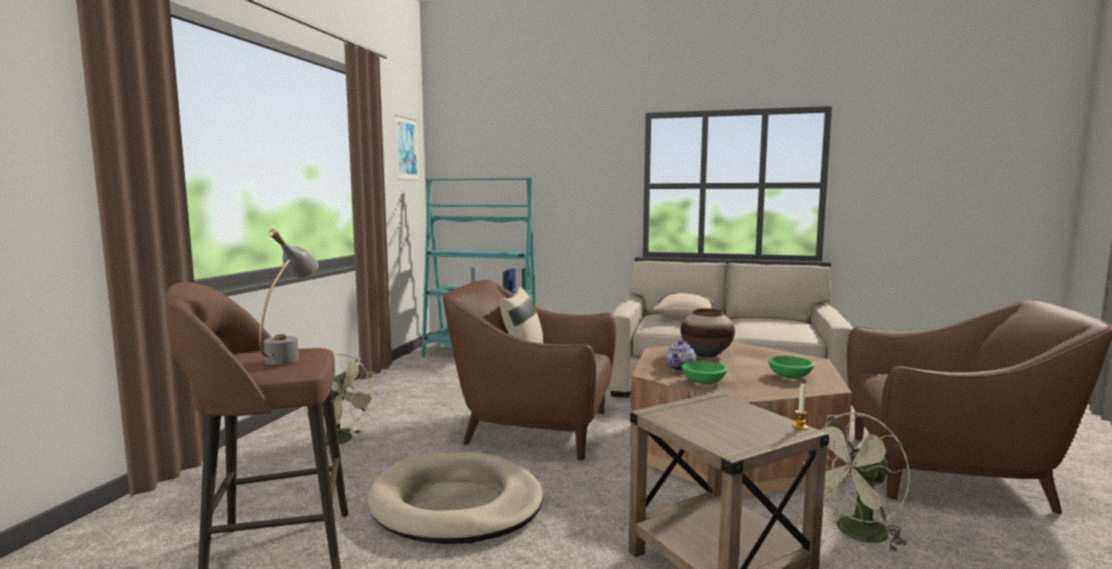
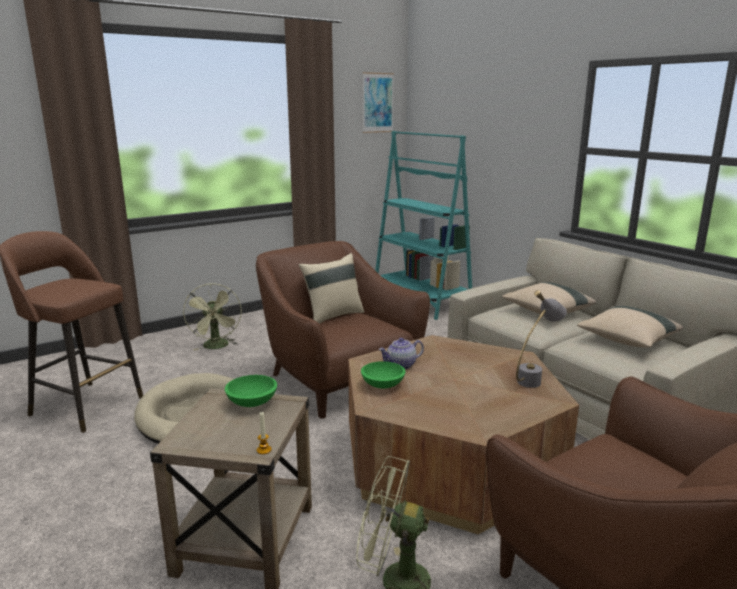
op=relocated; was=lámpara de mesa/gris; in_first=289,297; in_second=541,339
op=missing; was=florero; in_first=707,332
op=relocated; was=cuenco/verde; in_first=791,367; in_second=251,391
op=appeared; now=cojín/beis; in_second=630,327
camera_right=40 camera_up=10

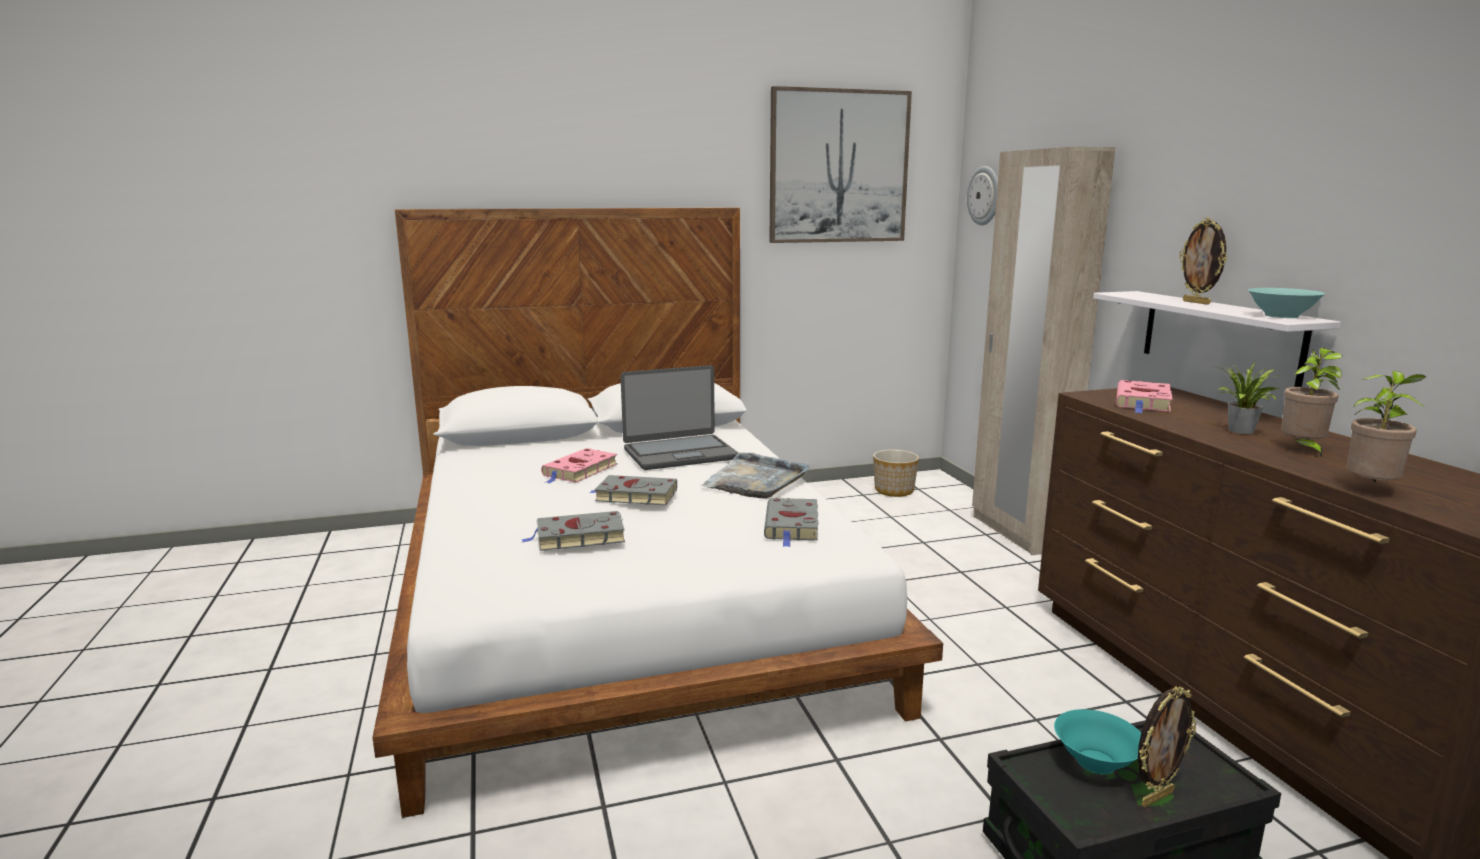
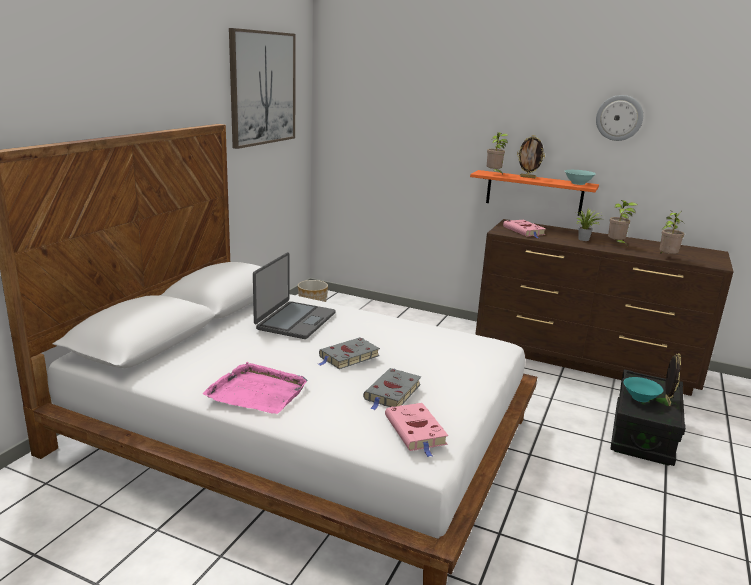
op=missing; was=armario ropero/beis; in_first=1044,350
op=relocated; was=reloj de pared; in_first=982,195; in_second=619,118
op=colour; was=estante/blanco; now=estante/naranja; in_first=1216,339; in_second=534,193
op=relocated; was=libro/rosa; in_first=579,465; in_second=416,430
op=missing; was=bandeja/gris; in_first=755,476
op=missing; was=libro/gris; in_first=791,522
op=appeared; now=planta en maceta; in_second=497,153
op=appeared; now=bandeja/rosa; in_second=255,388
camera_right=-50 camera_up=5

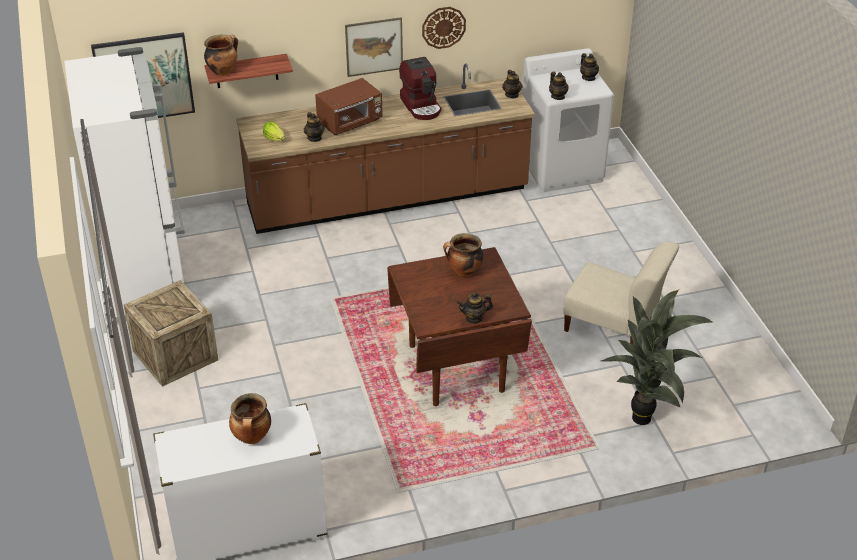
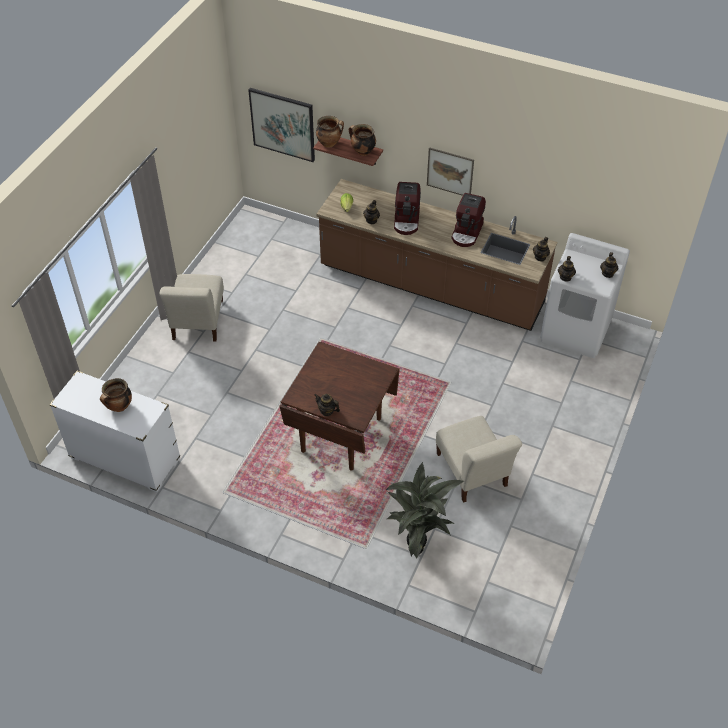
op=missing; was=reloj de pared; in_first=444,28
op=missing; was=nevera/blanco; in_first=124,185
op=exchanged; was=microondas/marrón; now=cafetera; in_first=349,106; in_second=407,208
op=relocated; was=olla; in_first=463,255; in_second=362,140
op=exchanged; was=caja de embalaje; now=silla/beis; in_first=171,333; in_second=191,308
camera_right=40 camera_up=10

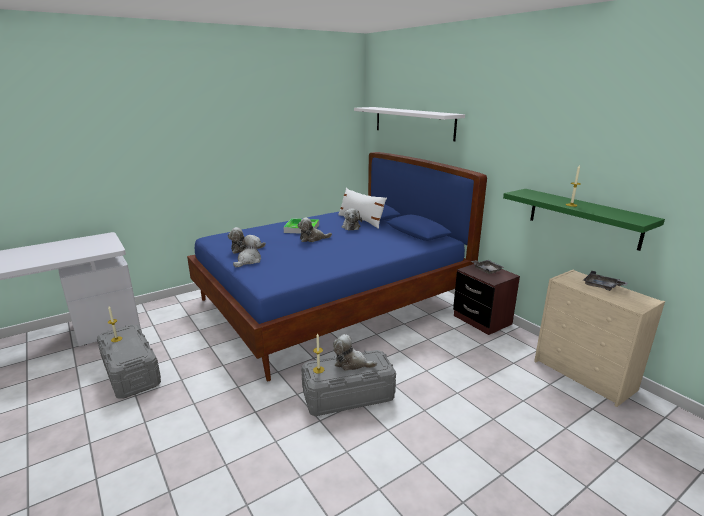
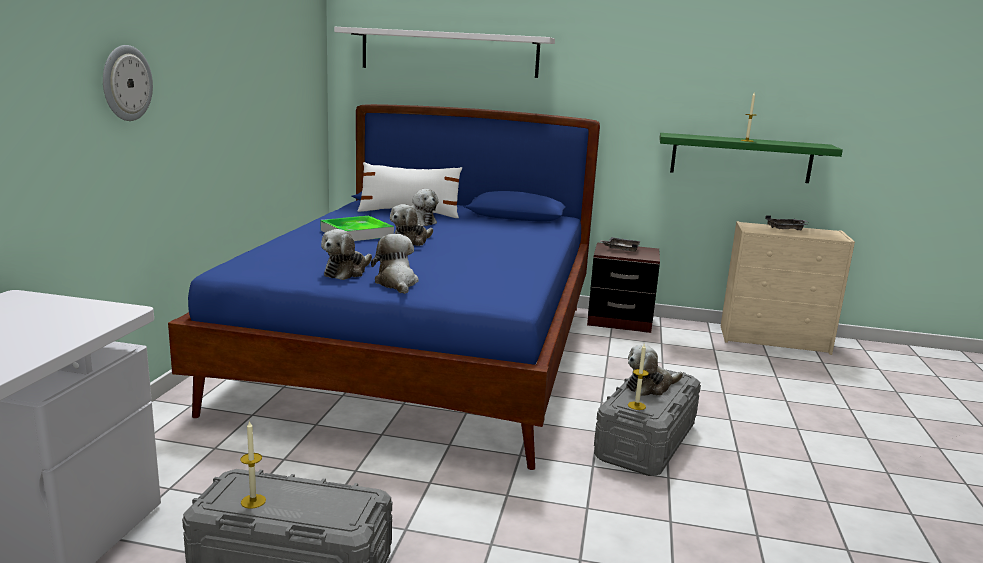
op=appeared; now=reloj de pared; in_second=128,83
camera_right=-45 camera_up=-5

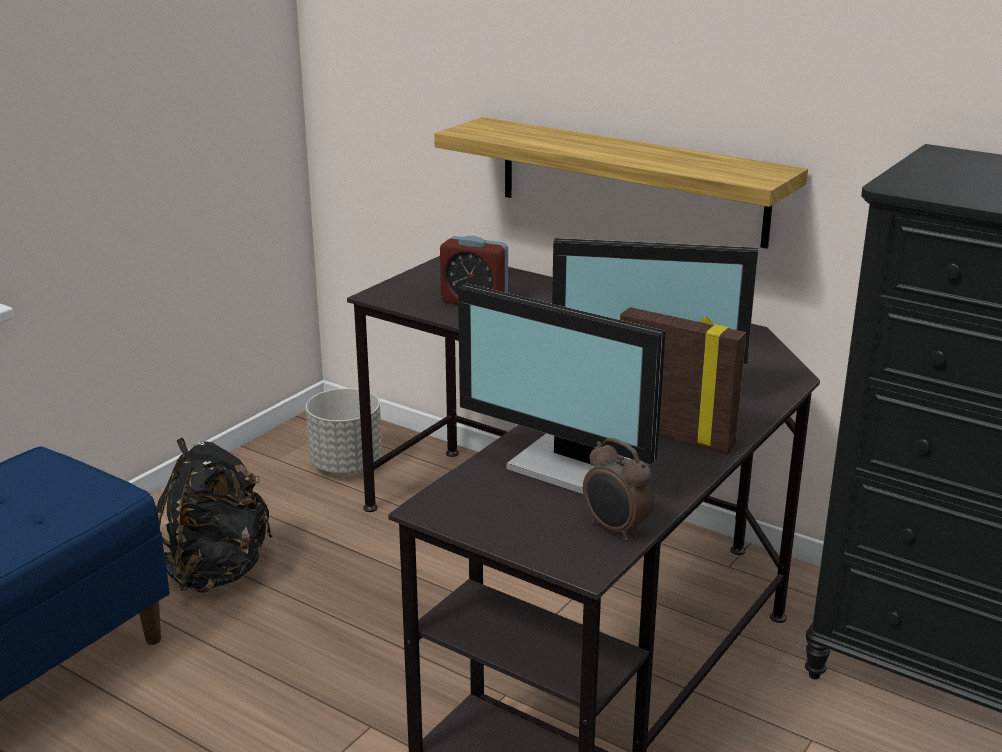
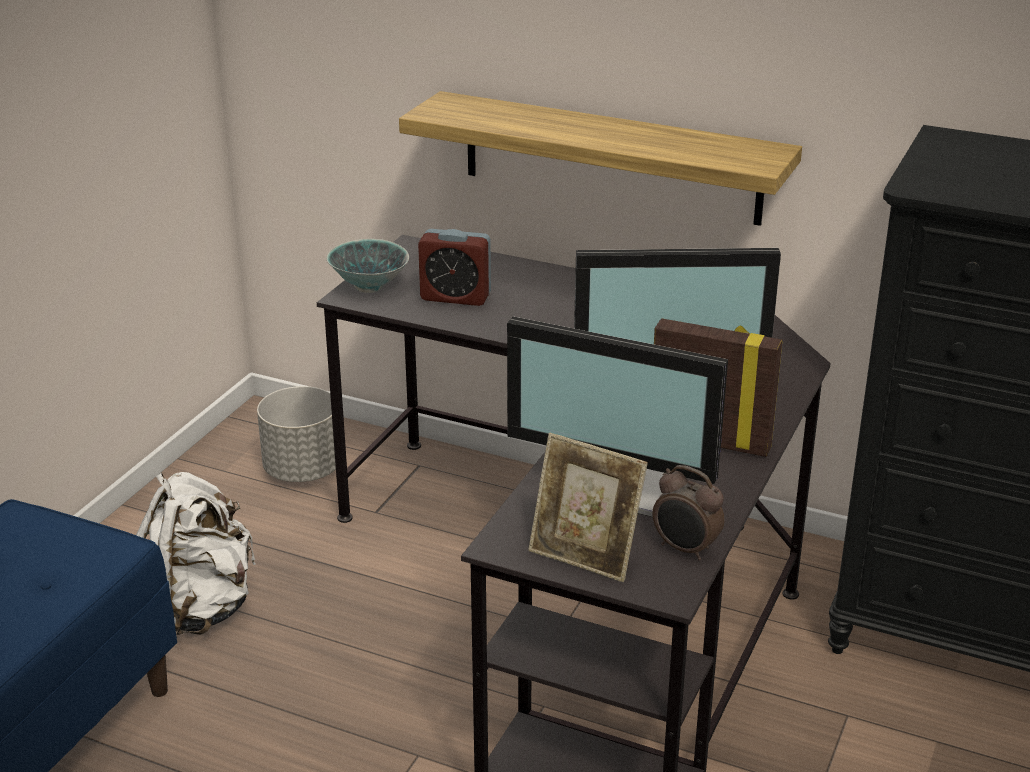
op=colour; was=mochila/negro; now=mochila/blanco; in_first=214,515; in_second=196,553
op=appeared; now=cuenco; in_second=368,266
op=appeared; now=portarretratos; in_second=588,507
camera_right=-10 camera_up=5

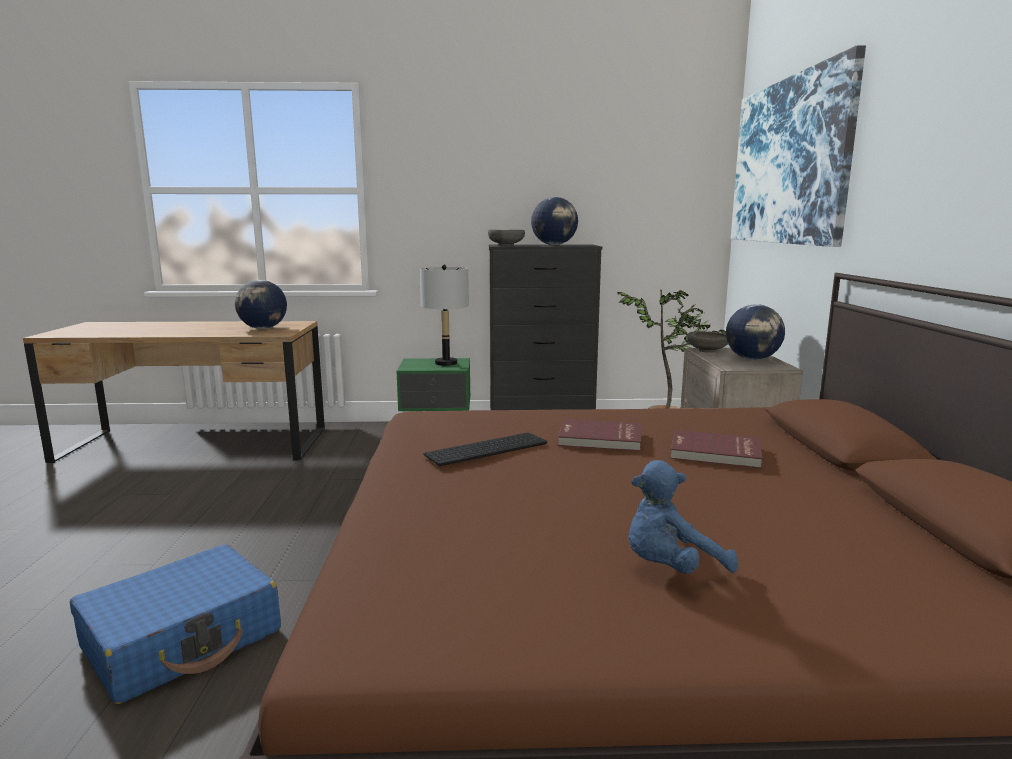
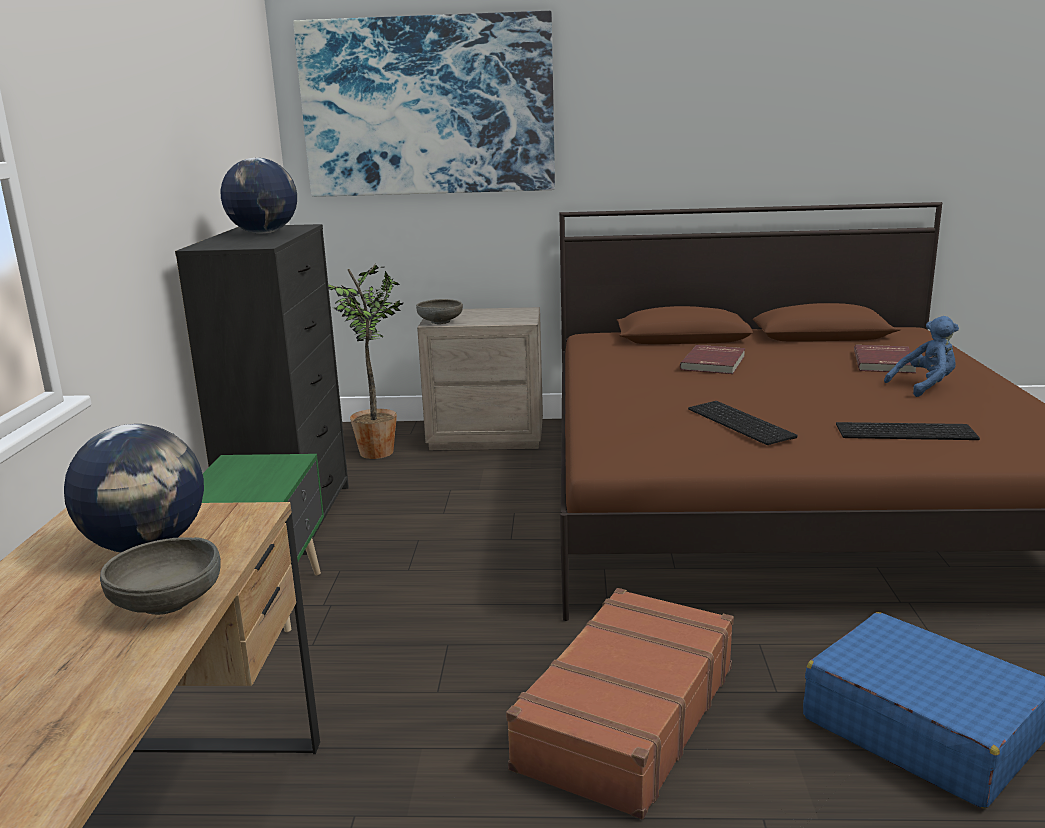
op=relocated; was=cuenco/gris; in_first=506,238; in_second=160,576
op=missing; was=lámpara de mesa/gris; in_first=444,315
op=missing; was=globo terráqueo; in_first=755,332
op=relocated; was=libro/rojo; in_first=599,435; in_second=885,359
op=spun; was=peluche/azul; in_first=683,517; in_second=921,356; clockwise=-90
op=appeared; now=teclado; in_second=908,431
op=appeared; now=maleta/marrón; in_second=620,703
camera_right=-85 camera_up=5

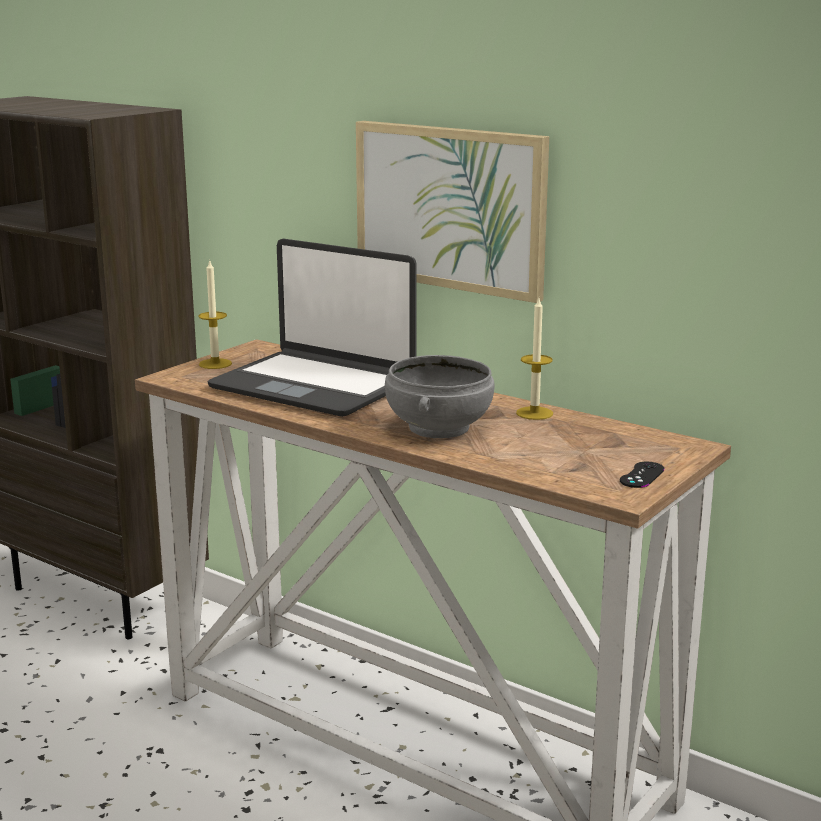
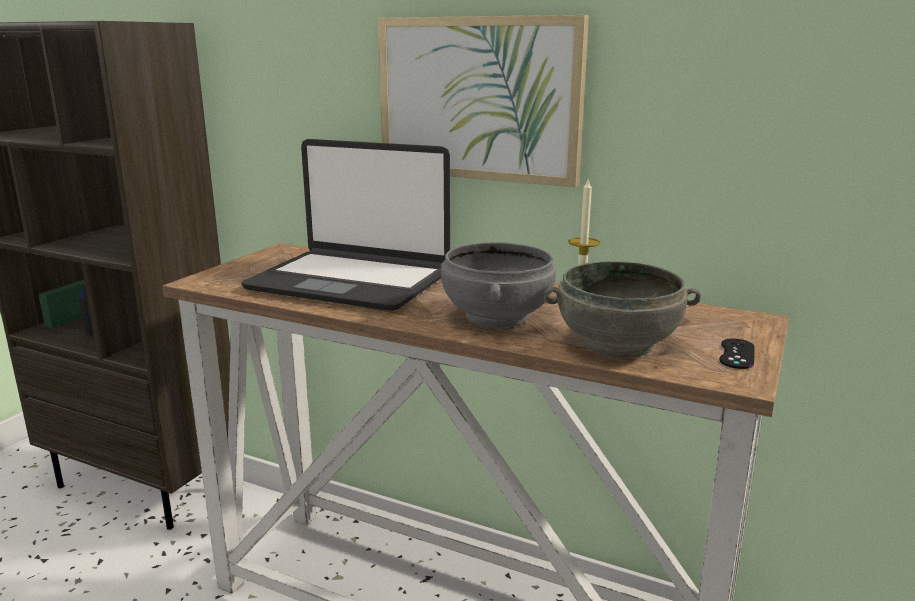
op=missing; was=vela; in_first=215,314
op=appeared; now=cuenco/gris; in_second=622,309
camera_right=-10 camera_up=0

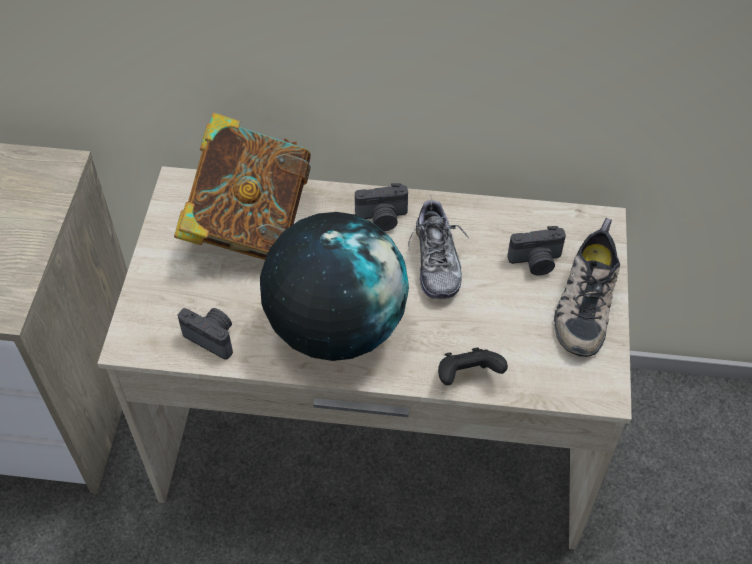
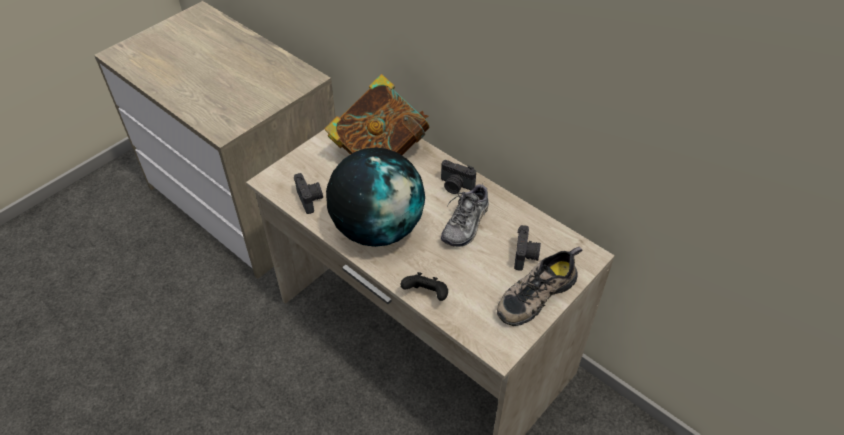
op=spun; was=cámara; in_first=536,251; in_second=527,248; clockwise=-105
camera_right=35 camera_up=-5

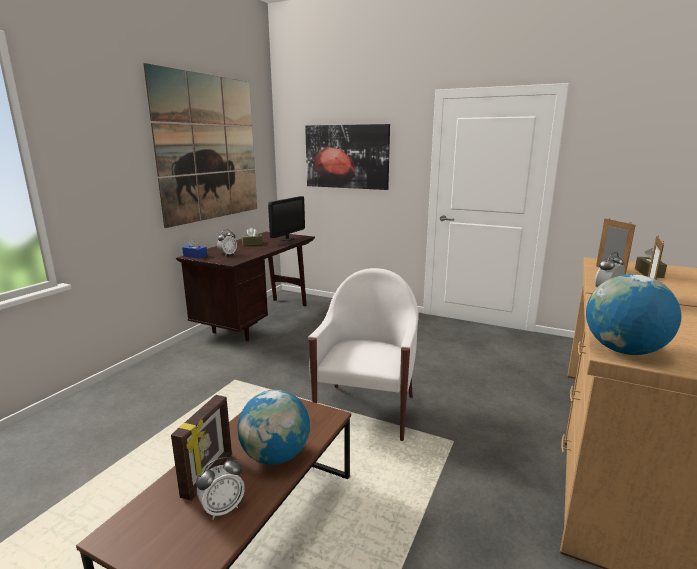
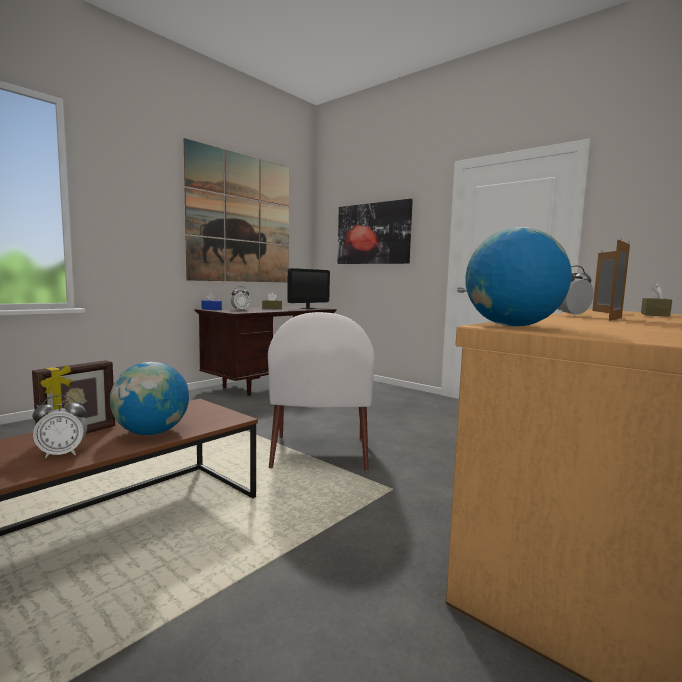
op=spun; was=sillón/blanco; in_first=363,354; in_second=321,391; clockwise=150
camera_right=15 camera_up=-10

